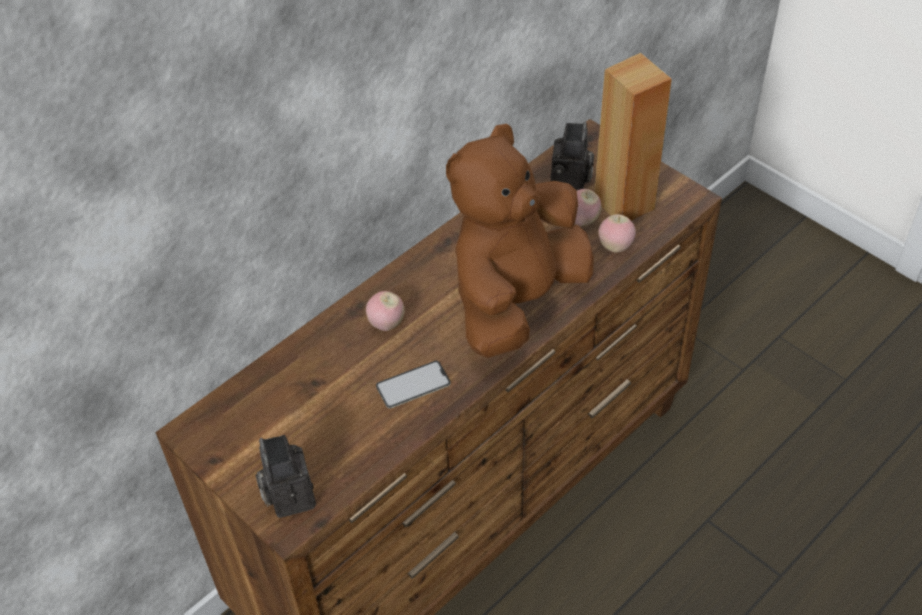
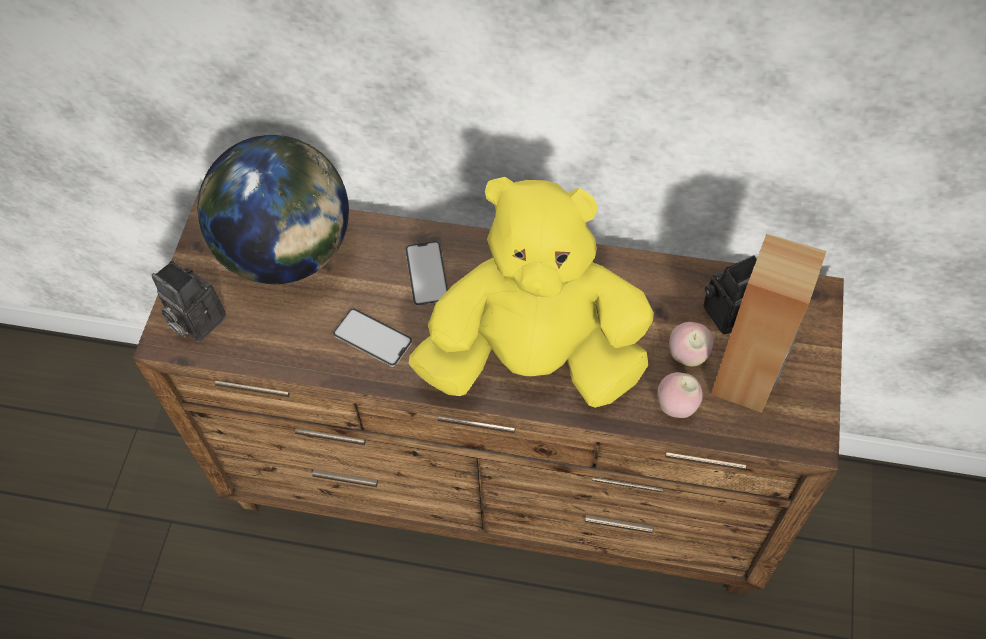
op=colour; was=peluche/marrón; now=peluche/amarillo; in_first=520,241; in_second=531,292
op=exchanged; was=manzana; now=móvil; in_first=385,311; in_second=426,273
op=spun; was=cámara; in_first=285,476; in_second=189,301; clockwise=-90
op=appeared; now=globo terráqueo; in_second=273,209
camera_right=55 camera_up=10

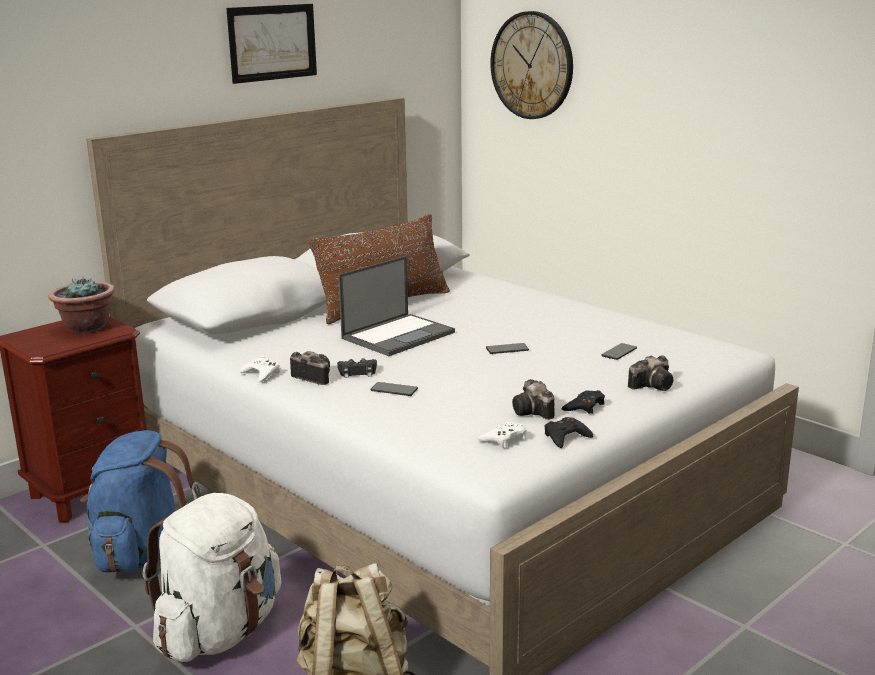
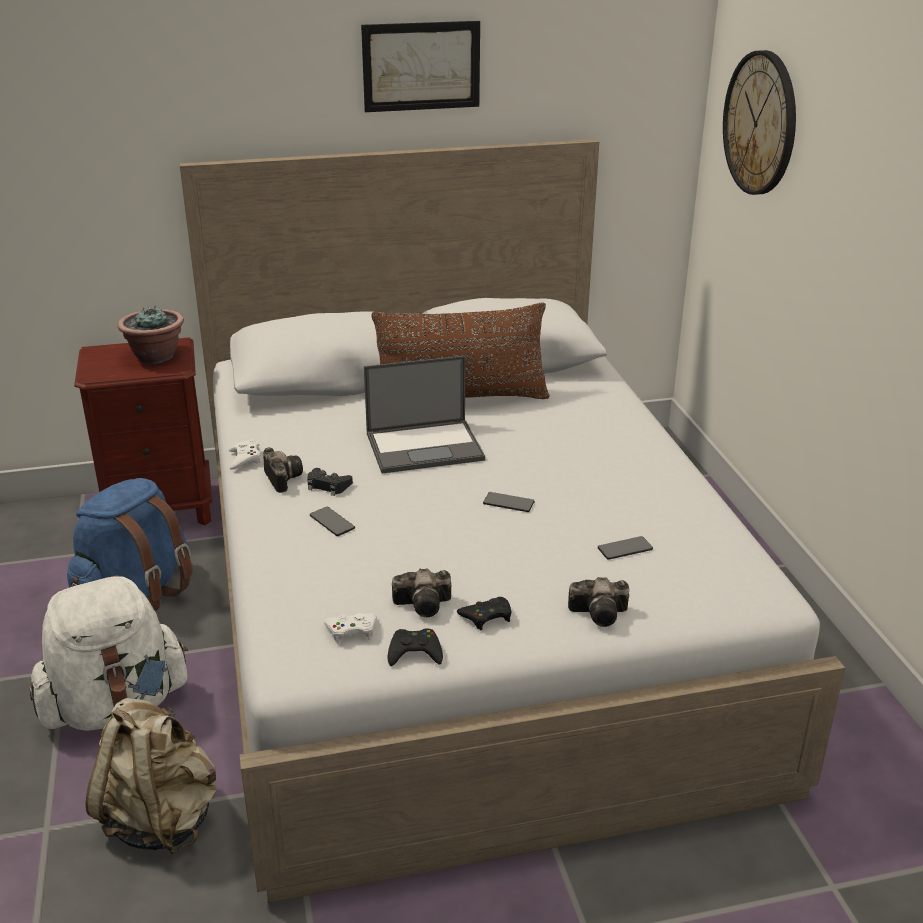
op=spun; was=cámara; in_first=533,399; in_second=421,592; clockwise=-105
camera_right=30 camera_up=10

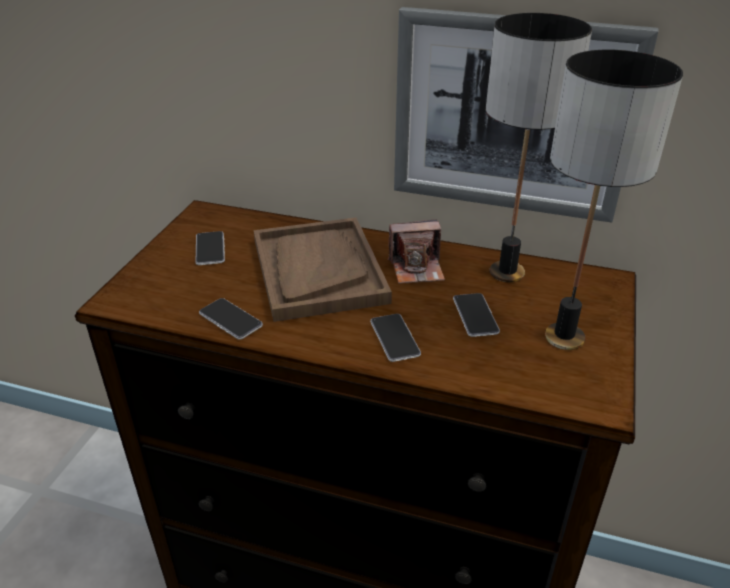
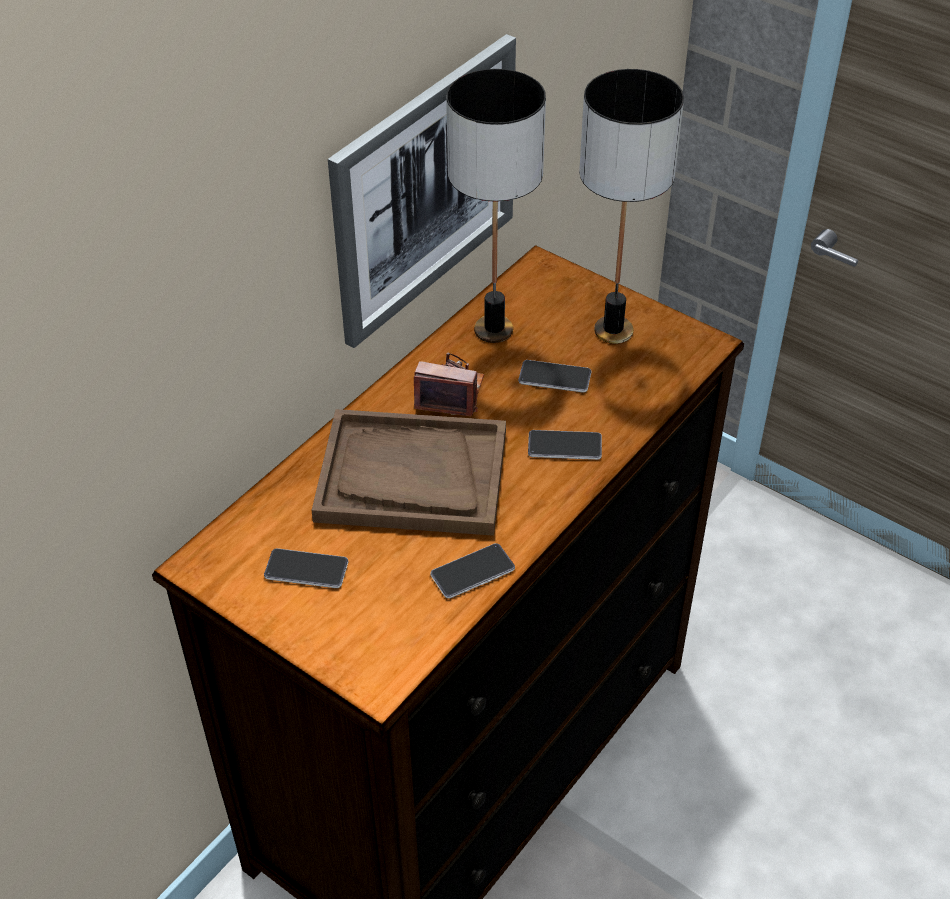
op=spun; was=cámara; in_first=416,251; in_second=449,384; clockwise=-90
camera_right=-70 camera_up=10

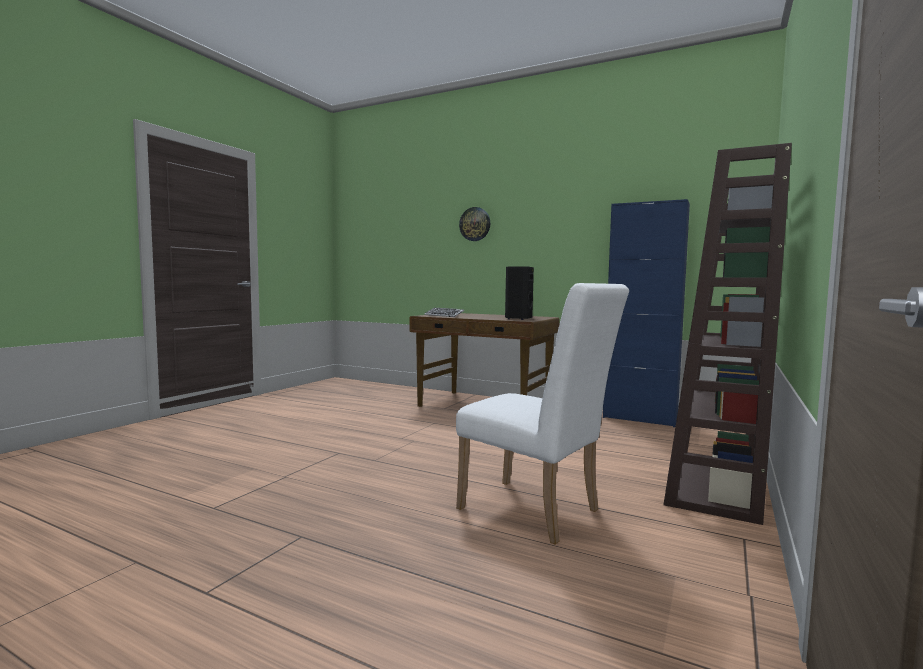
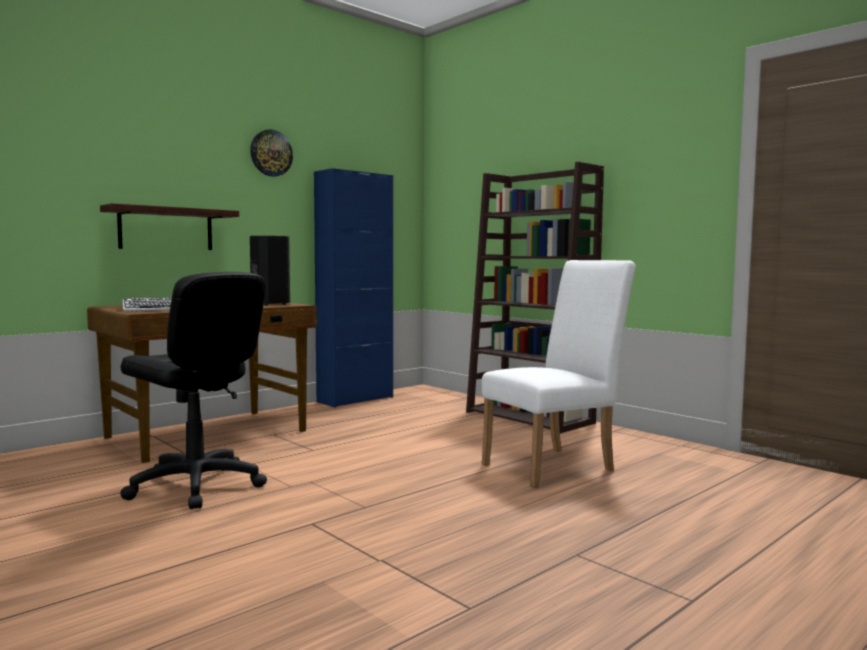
op=relocated; was=reloj de pared; in_first=474,224; in_second=271,153
op=appeared; now=estante; in_second=169,226
op=appeared; now=silla de oficina/negro; in_second=193,390
camera_right=-70 camera_up=0

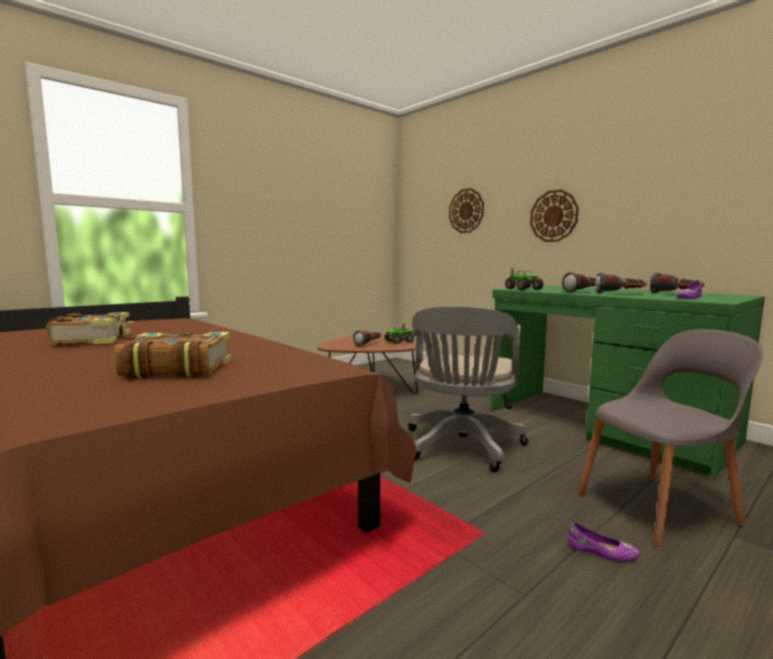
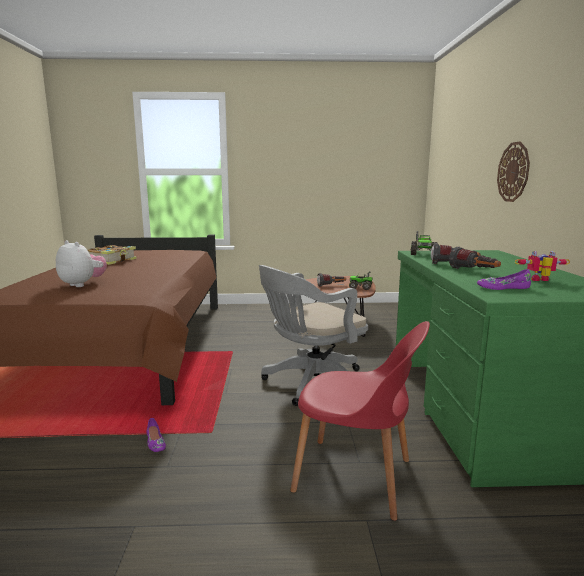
op=missing; was=reloj de pared; in_first=466,210
op=exchanged; was=linterna; now=robot de juguete; in_first=677,283; in_second=542,266
op=colour; was=silla/gris; now=silla/rojo; in_first=670,438; in_second=360,421
op=exchanged; was=libro; now=peluche; in_first=172,355; in_second=81,263
op=relocated; was=zapato/morado; in_first=604,542; in_second=156,435
camera_right=40 camera_up=5

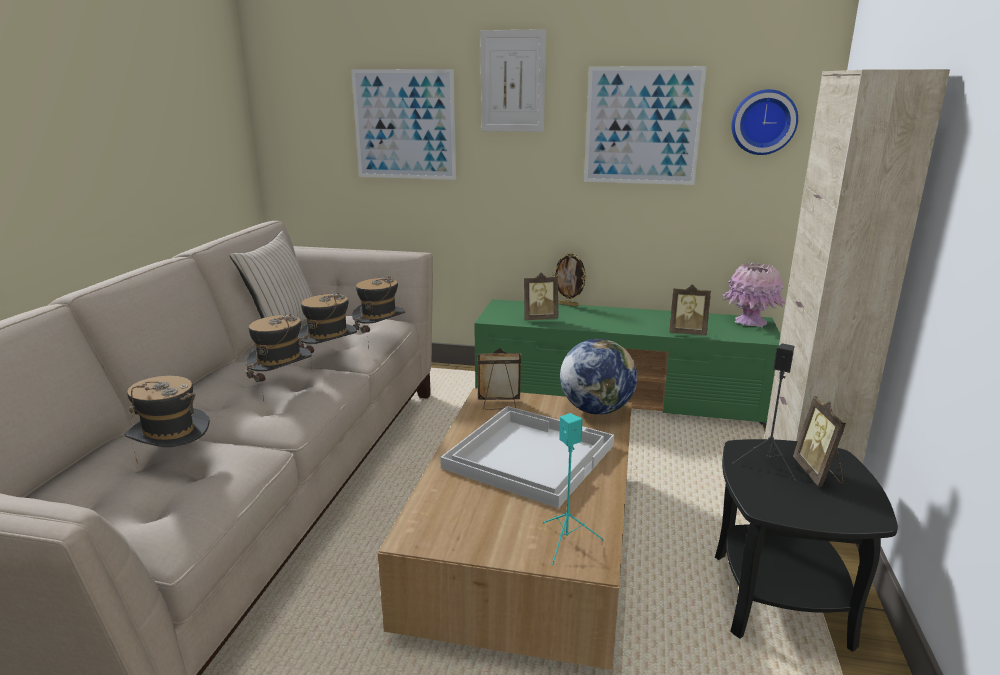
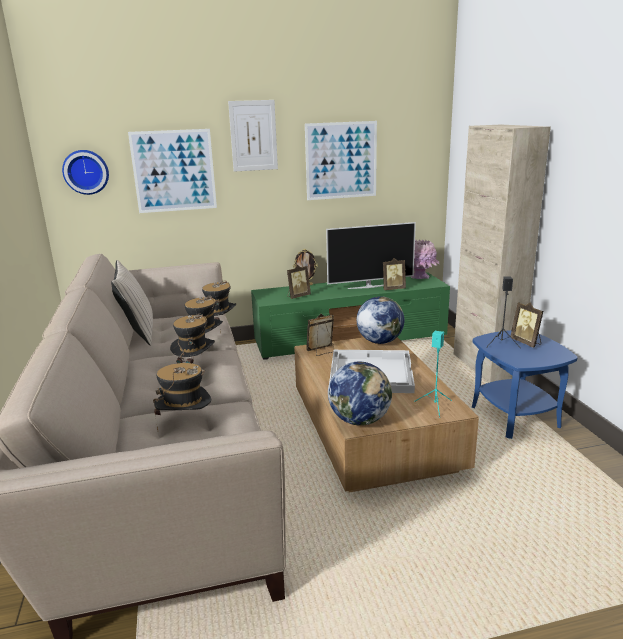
op=relocated; was=reloj de pared; in_first=764,122; in_second=85,172
op=colour; was=mesa auxiliar/negro; now=mesa auxiliar/azul; in_first=806,545; in_second=525,384
op=appeared; now=televisor; in_second=371,255
op=appeared; now=globo terráqueo; in_second=360,394
camera_right=-25 camera_up=0

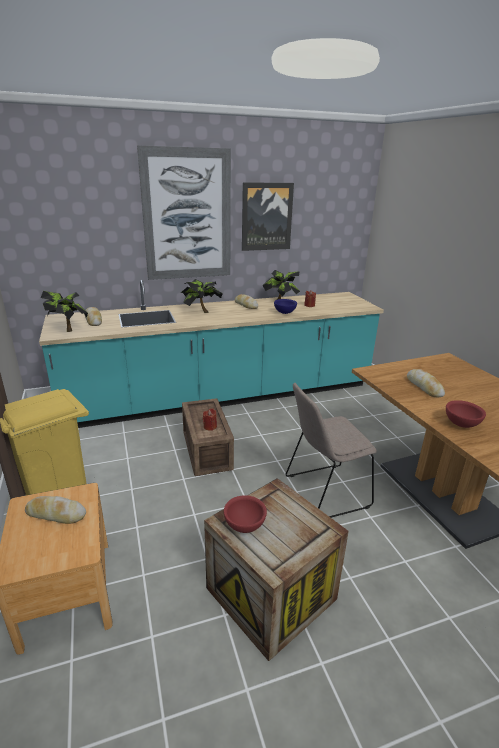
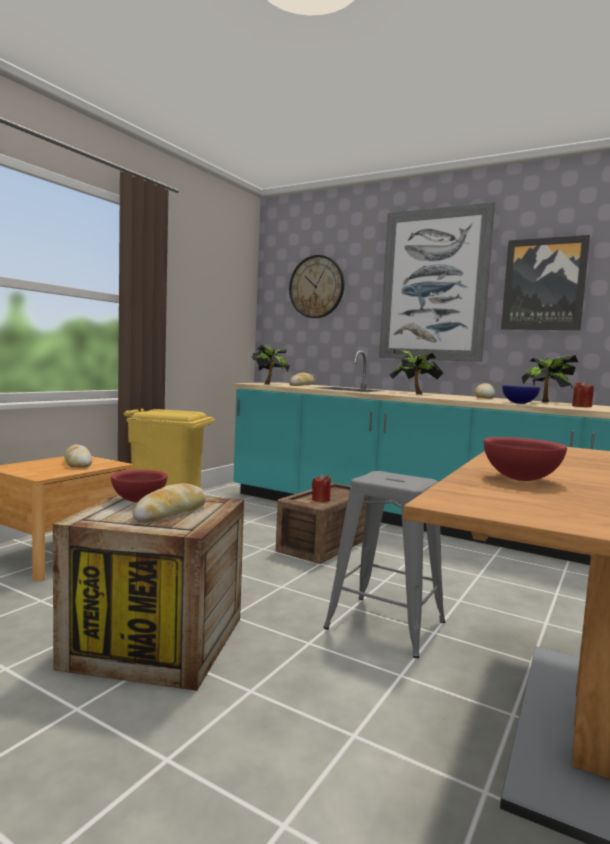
op=relocated; was=pan; in_first=426,383; in_second=169,503
op=exchanged; was=silla/beis; now=taburete/gris; in_first=331,450; in_second=384,564
op=appeared; now=reloj de pared; in_second=316,286
camera_right=50 camera_up=-20

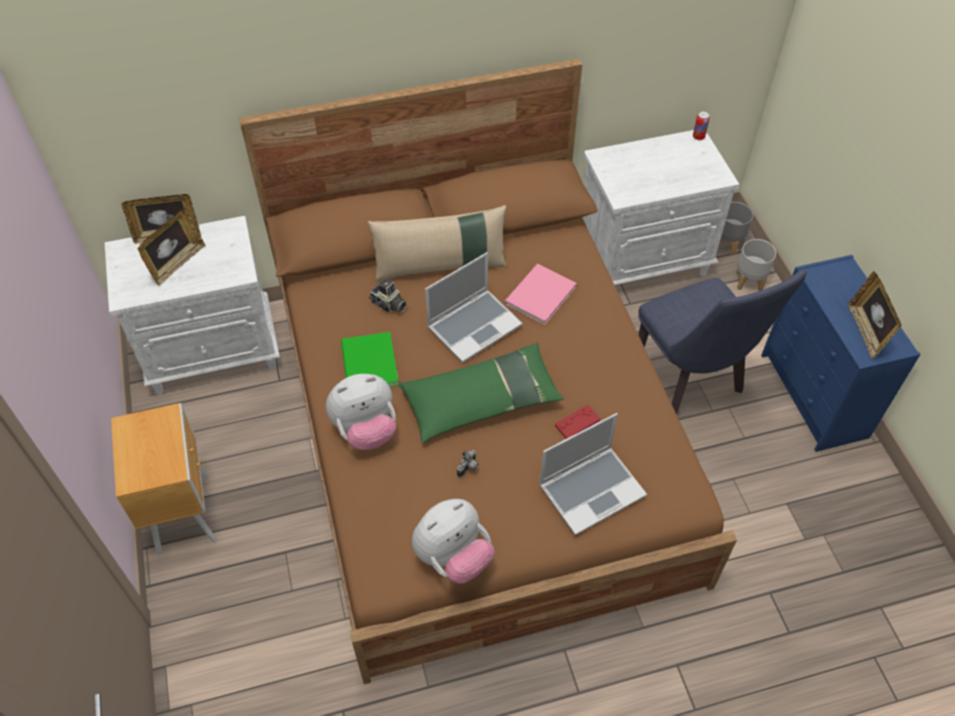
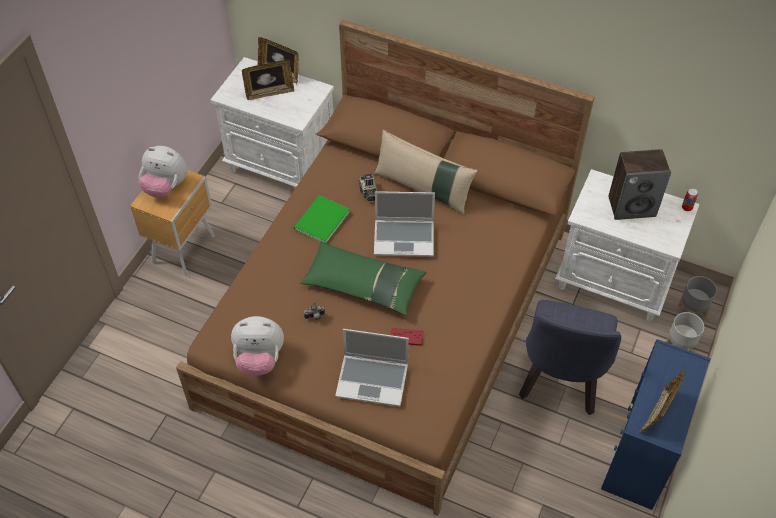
op=missing; was=libro/rosa; in_first=540,294
op=relocated; was=peluche; in_first=361,412; in_second=162,172
op=appeared; now=altavoz; in_second=639,184
camera_right=40 camera_up=0

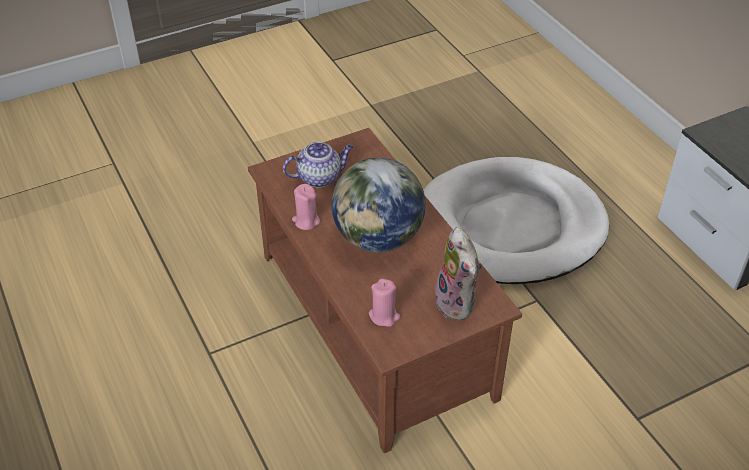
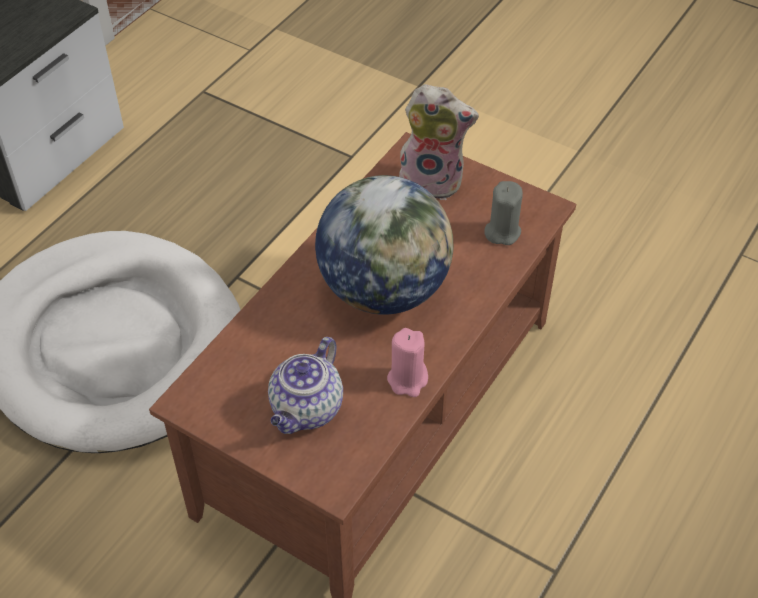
op=spun; was=tetera; in_first=318,164; in_second=305,385; clockwise=-105
op=spun; was=peluche; in_first=457,273; in_second=439,142; clockwise=60
op=colour; was=vela/rosa; now=vela/gris; in_first=384,303; in_second=503,213
camera_right=-120 camera_up=5

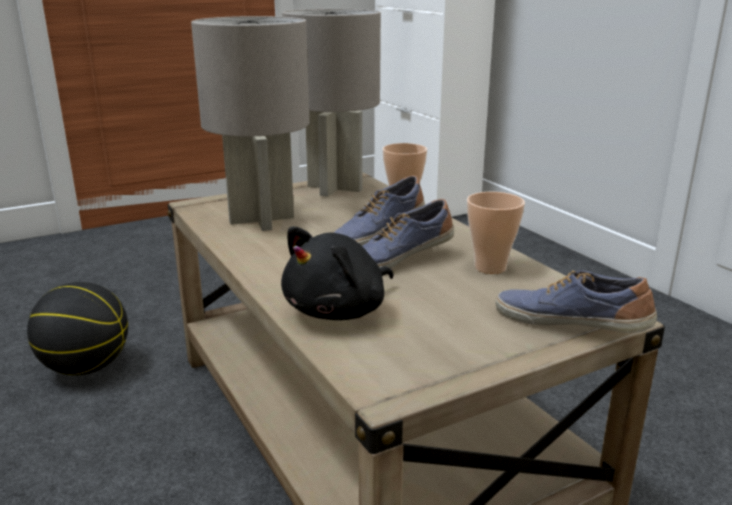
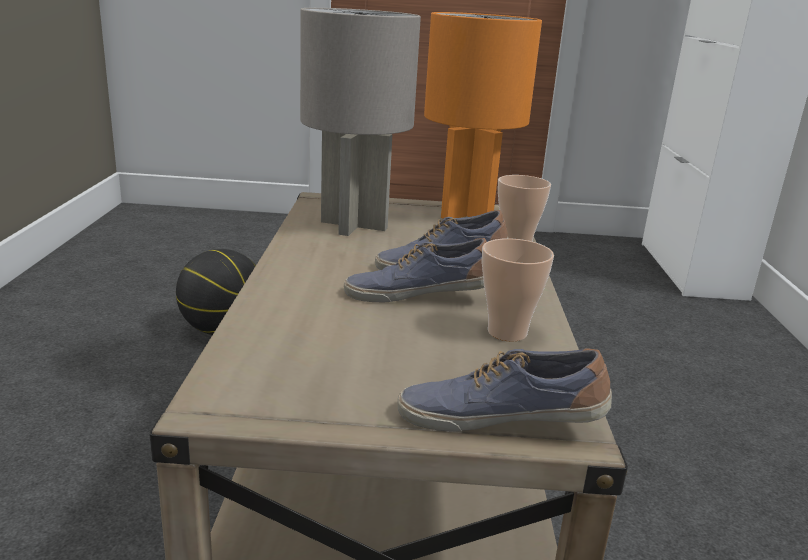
op=colour; was=lámpara de mesa/gris; now=lámpara de mesa/naranja; in_first=331,103; in_second=483,115
op=missing; was=peluche/negro; in_first=337,273
op=spun; was=zapato; in_first=576,302; in_second=504,390; clockwise=-60
camera_right=30 camera_up=0

